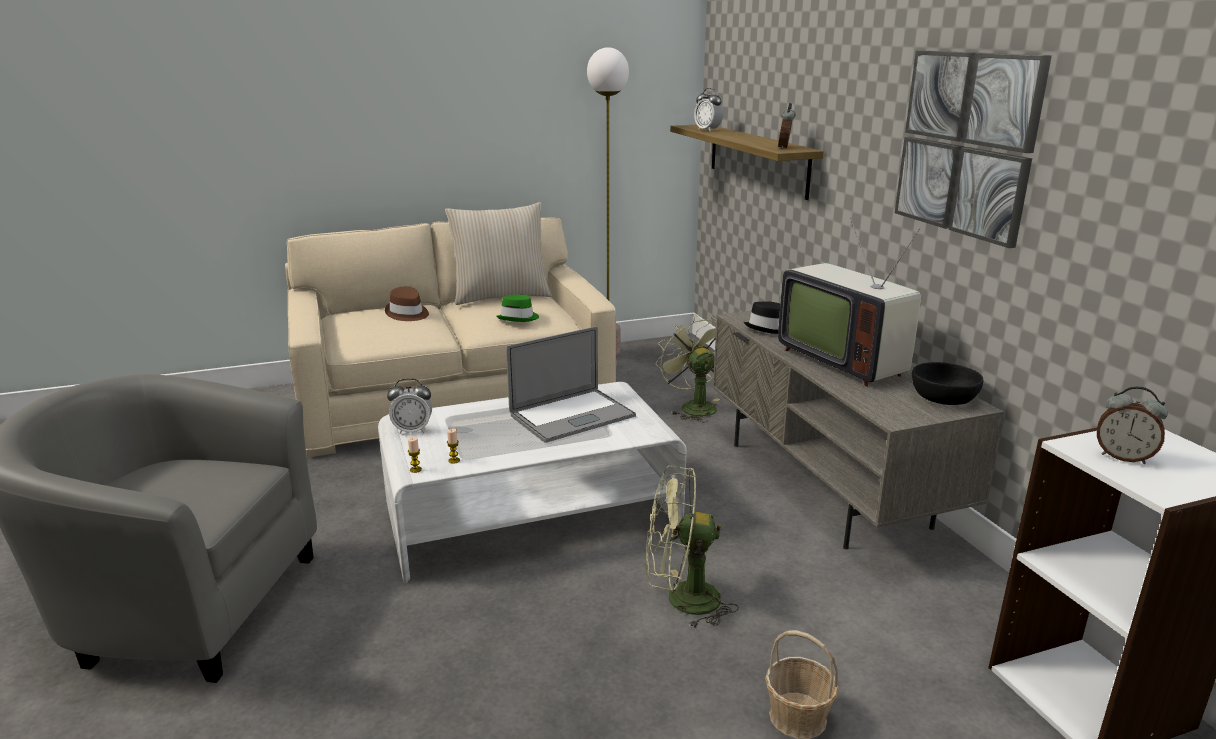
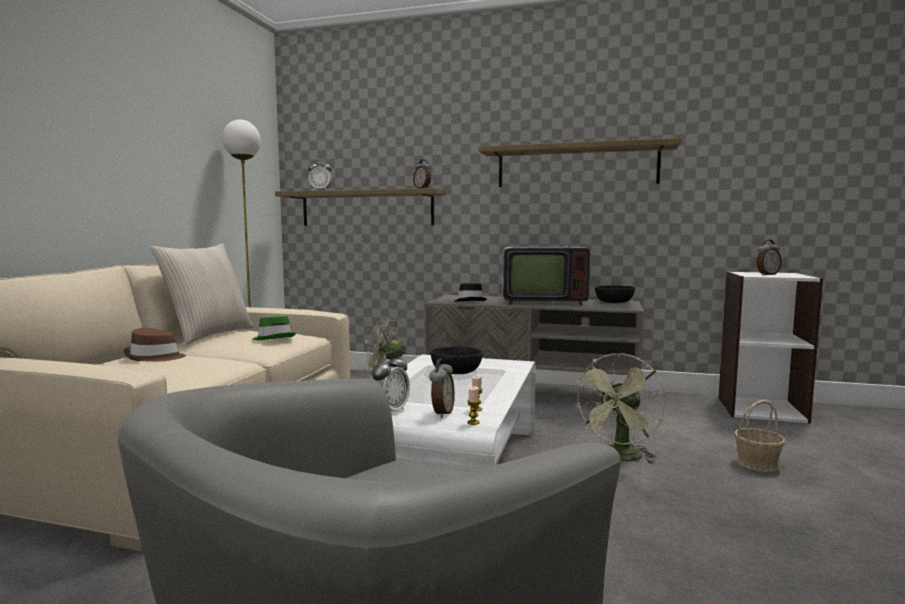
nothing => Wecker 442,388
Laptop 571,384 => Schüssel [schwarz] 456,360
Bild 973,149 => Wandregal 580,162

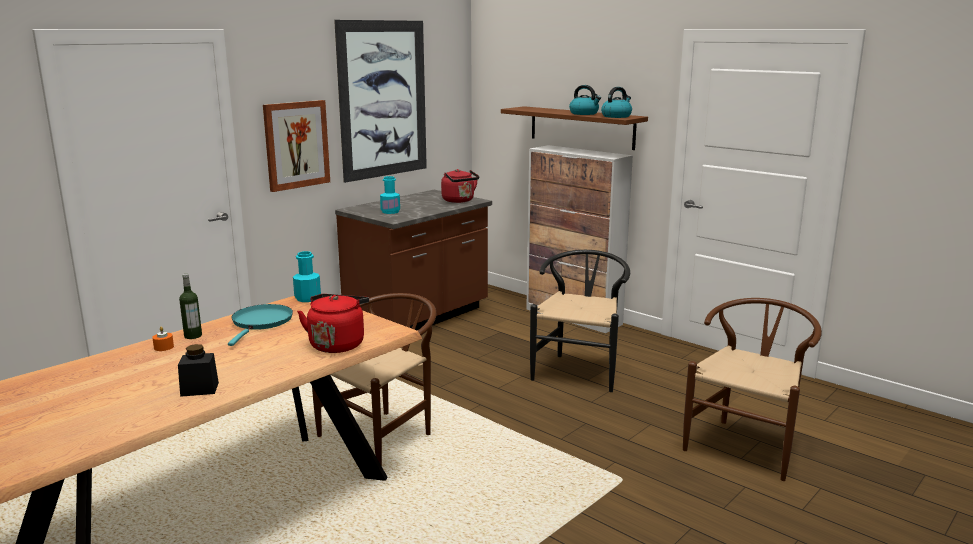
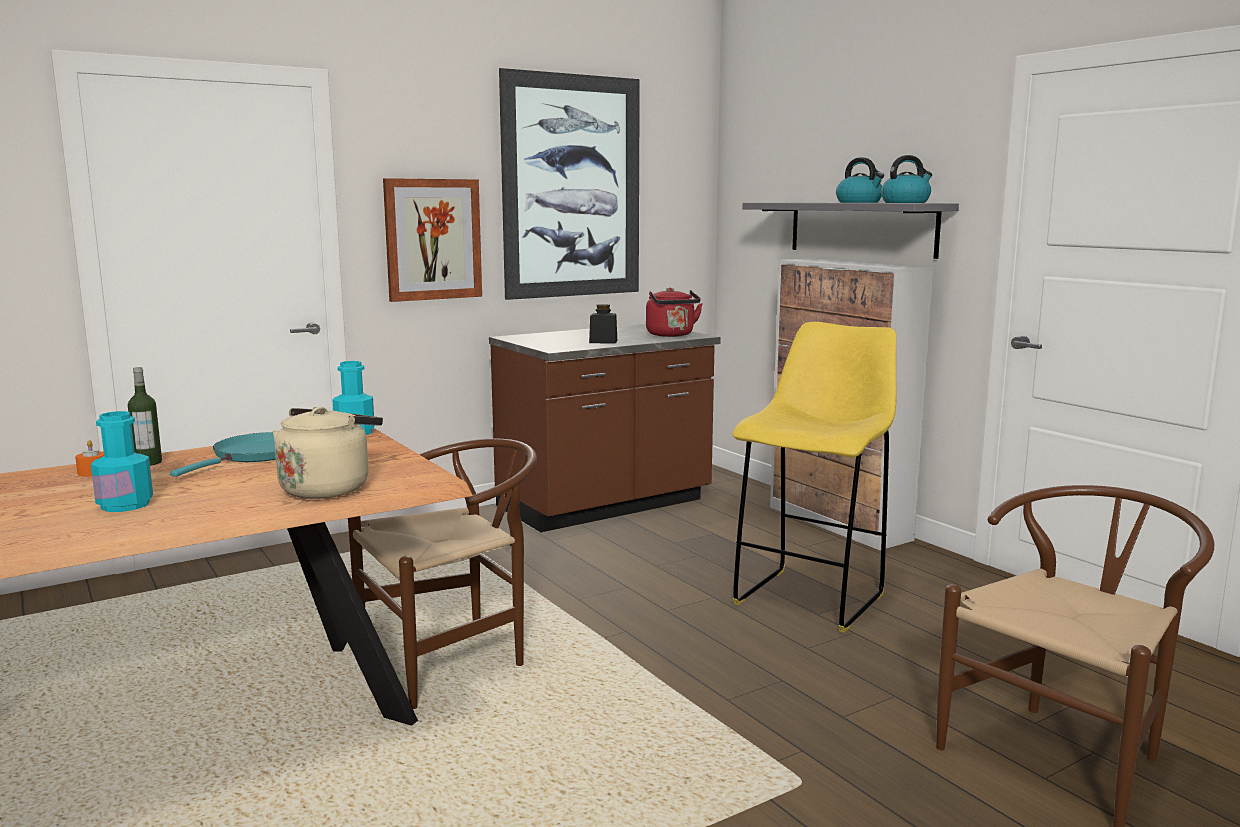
Vorratsglas [schwarz] 198,370 => Vorratsglas [schwarz] 603,324, shifted
Flasche [türkis] 390,195 => Flasche [türkis] 122,461, shifted
Stuhl [schwarz] 580,321 => Hocker [gelb] 814,477
Wasserkessel [rot] 333,323 => Wasserkessel [beige] 327,453
Wandregal [braun] 574,128 => Wandregal [grau] 850,231

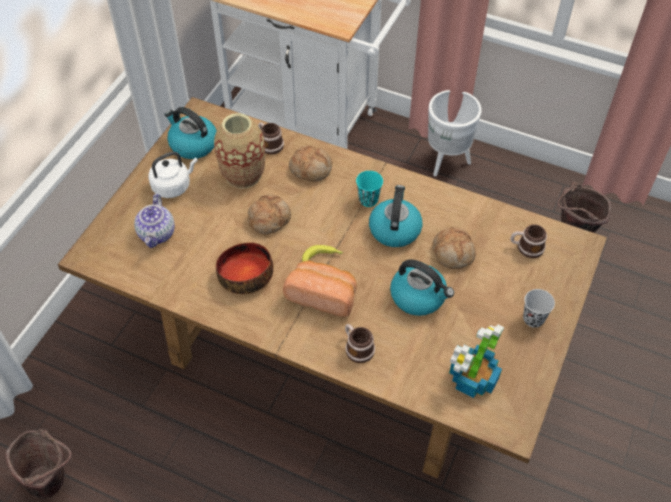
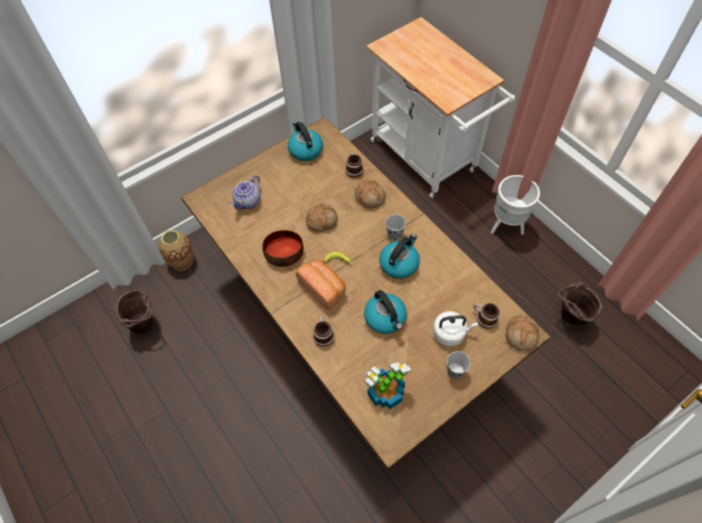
Wasserkessel [weiß] 173,175 => Wasserkessel [weiß] 455,328, shifted
Vase 239,150 => Vase 176,250, shifted
Brot 454,248 => Brot 522,333, shifted
Tasse [türkis] 369,189 => Tasse [schwarz] 396,227

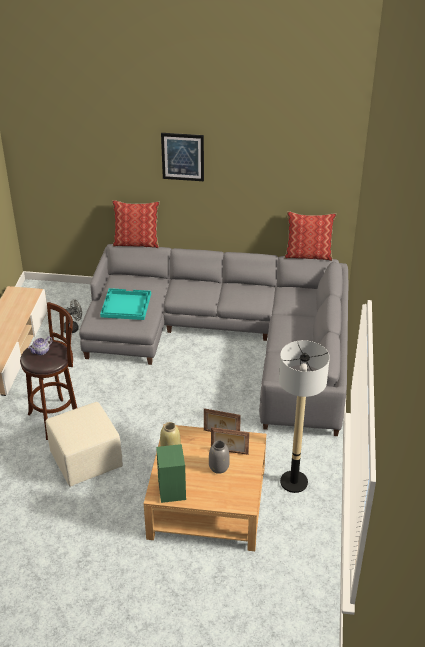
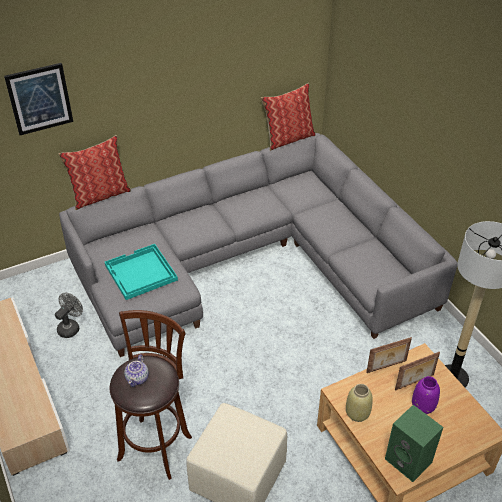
Bild 182,157 => Bild 38,99, shifted
Vase [grau] 219,457 => Vase [lila] 426,395

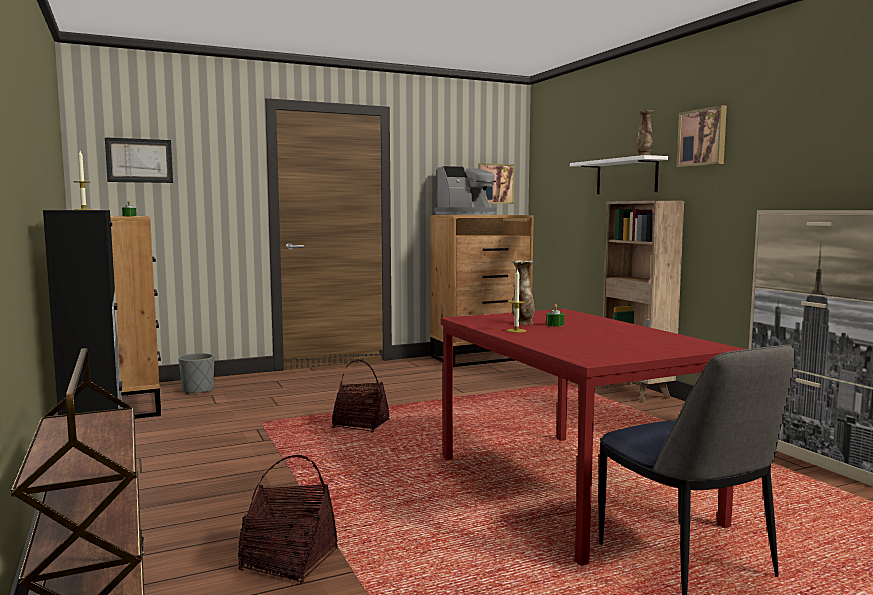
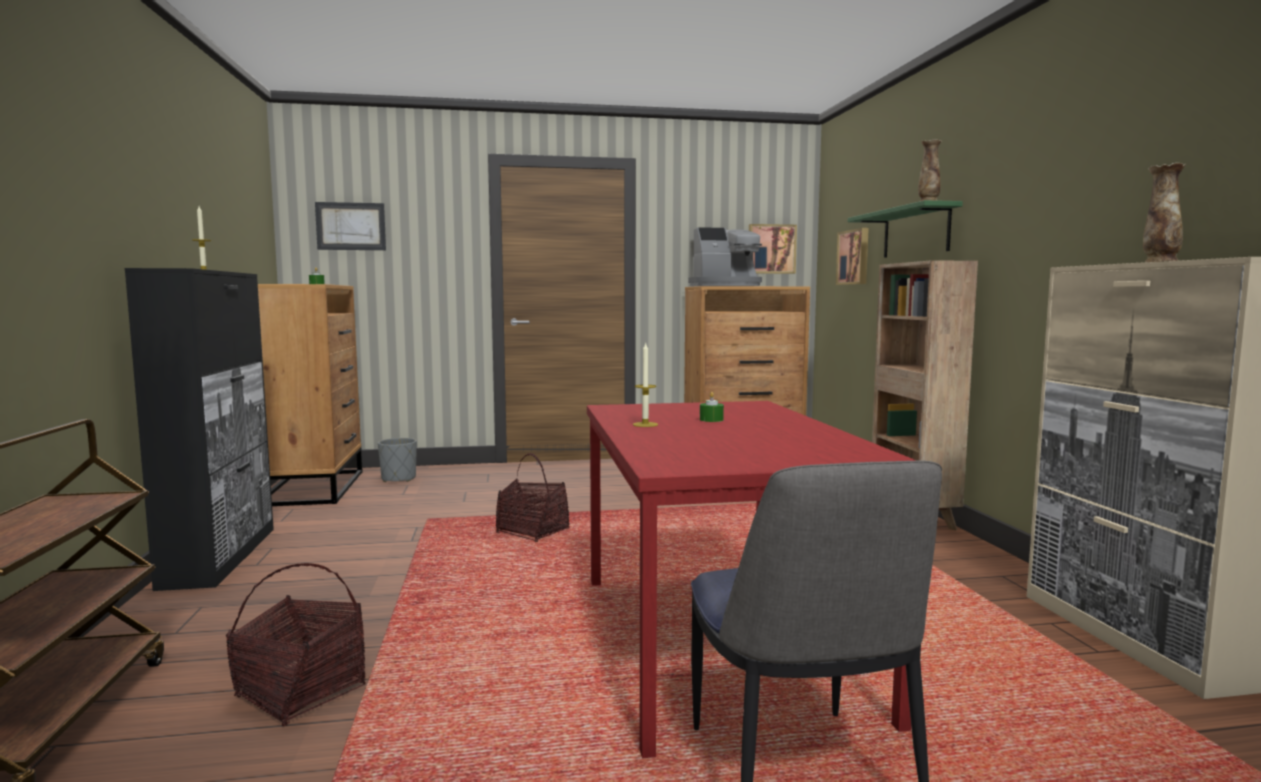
Vase 523,292 => Vase 1164,212, shifted
Bild 702,136 => Bild 852,256, shifted
Wandregal [weiß] 619,174 => Wandregal [grün] 905,229

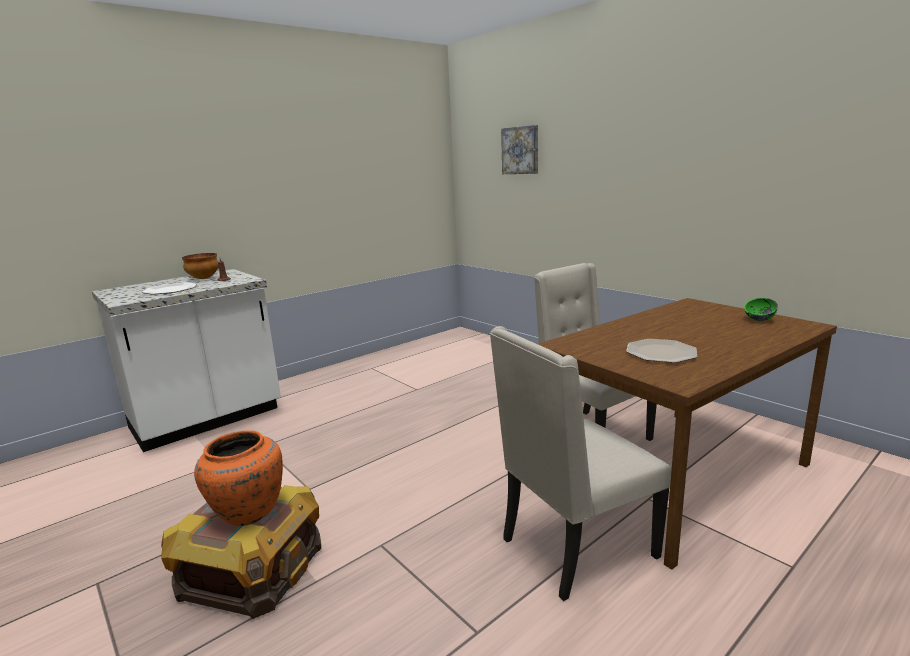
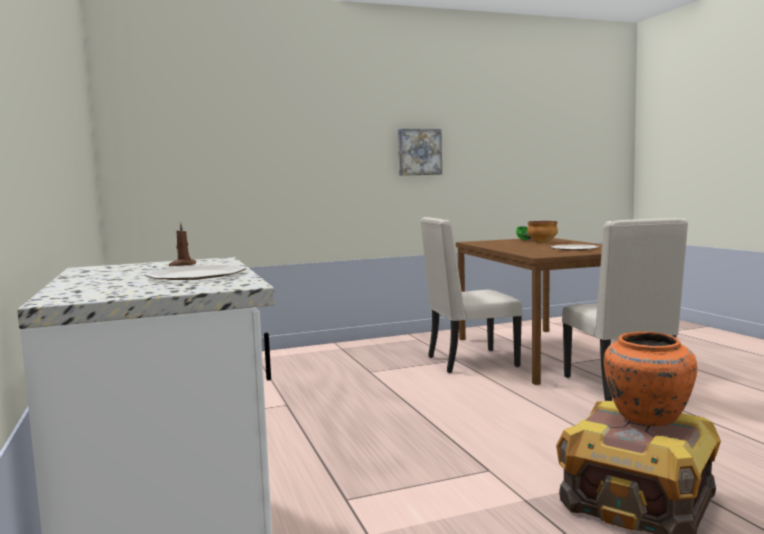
Schüssel 200,266 => Schüssel 542,232, shifted
Bild 519,149 => Bild 420,152, shifted

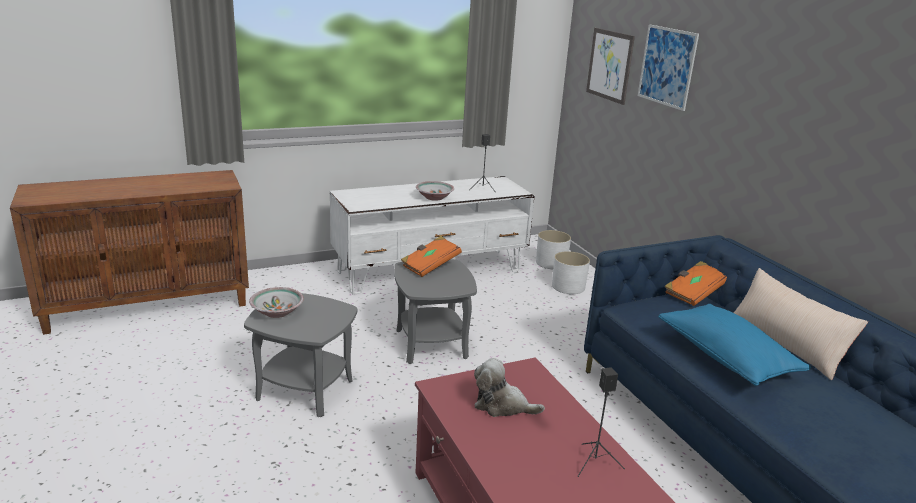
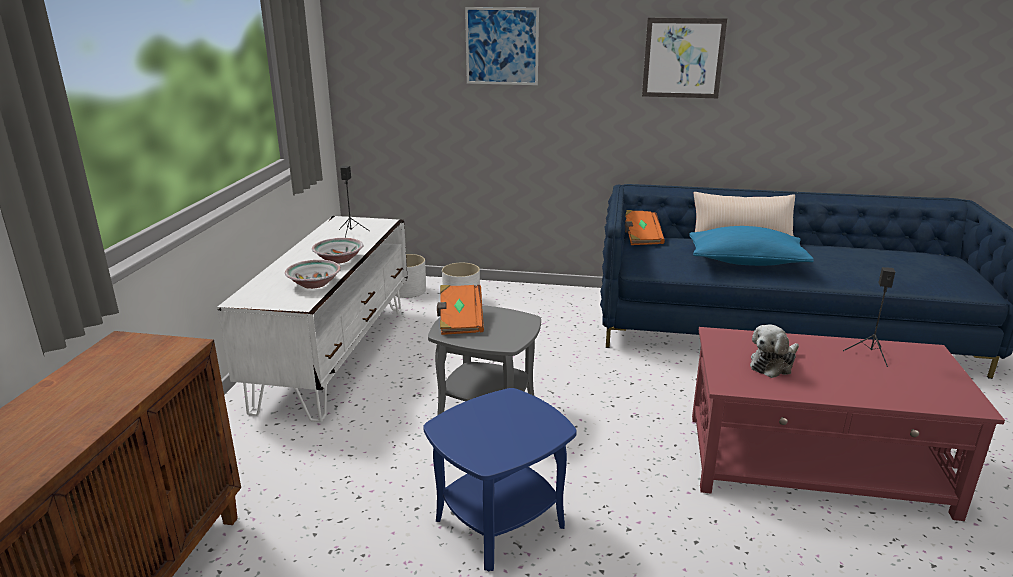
Schüssel 276,302 => Schüssel 313,274, shifted
Bild 610,66 => Bild 684,58, shifted
Beistelltisch [grau] 300,355 => Beistelltisch [blau] 500,479

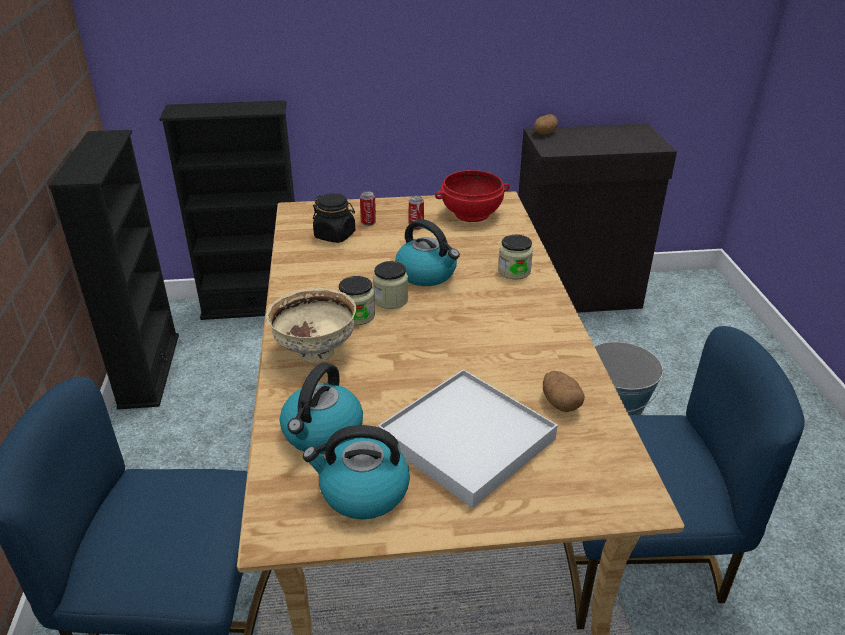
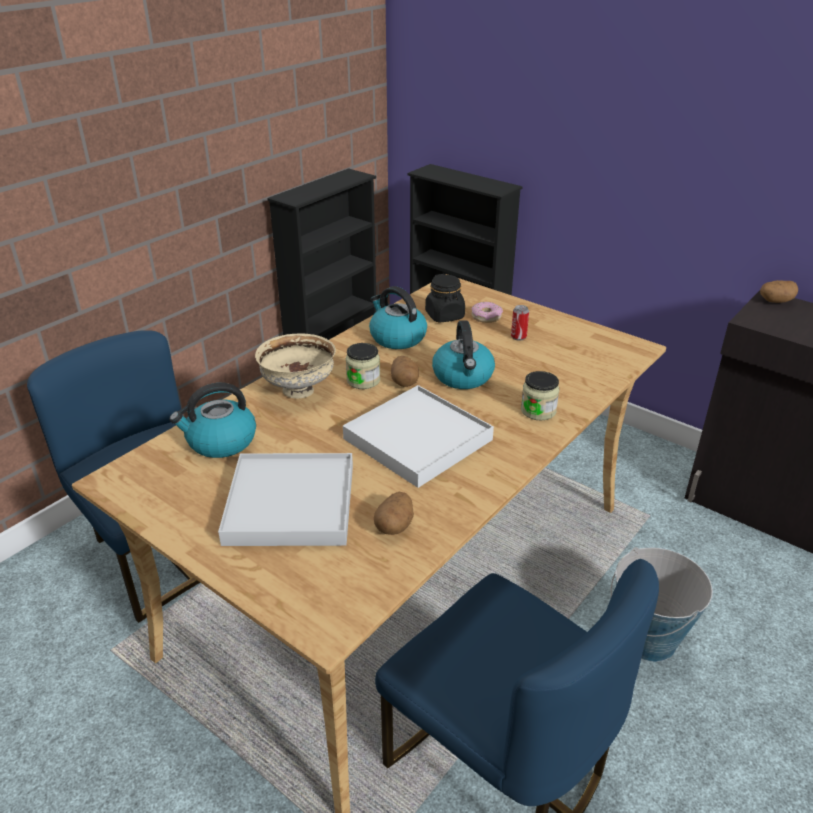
Schüssel [rot] 472,196 => nothing
nothing => Tablett [weiß] 418,436
Wasserkessel 356,472 => Wasserkessel 398,317, shifted
Dose 368,209 => Donut 487,312
Vorratsglas 390,285 => Kartoffel 405,371

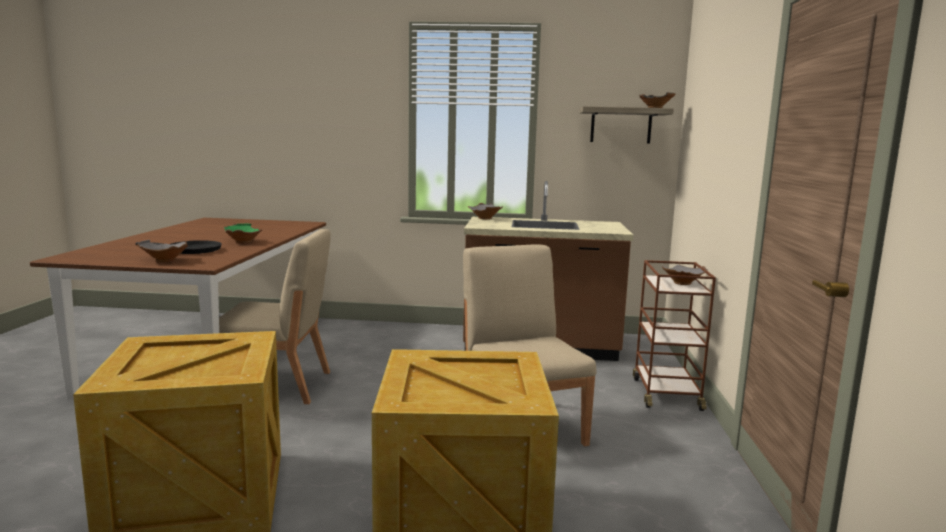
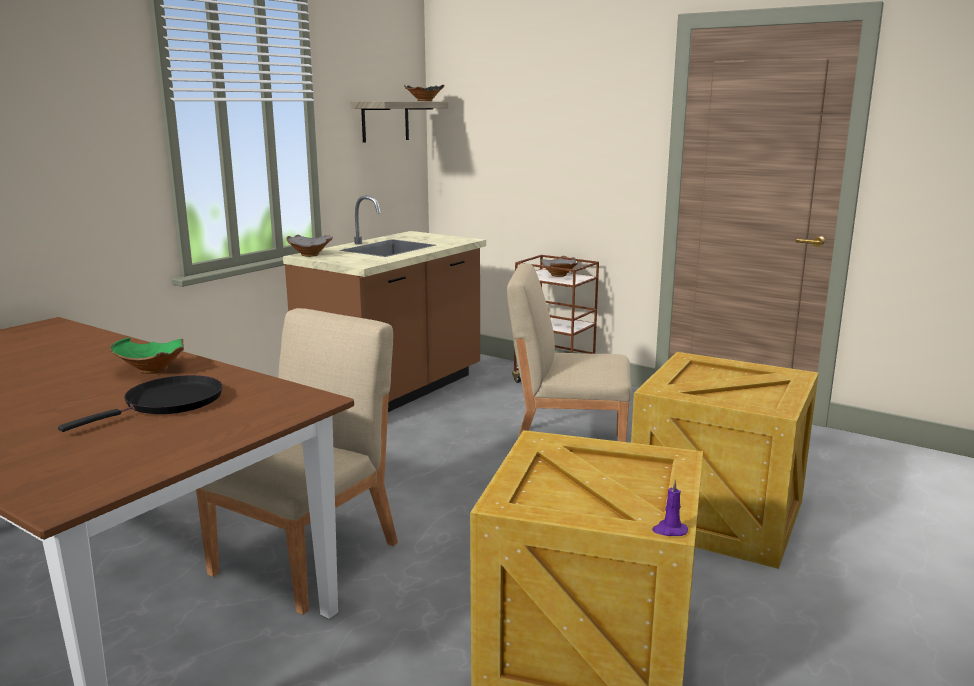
Schüssel [grau] 162,251 => nothing
nothing => Kerze [lila] 670,508

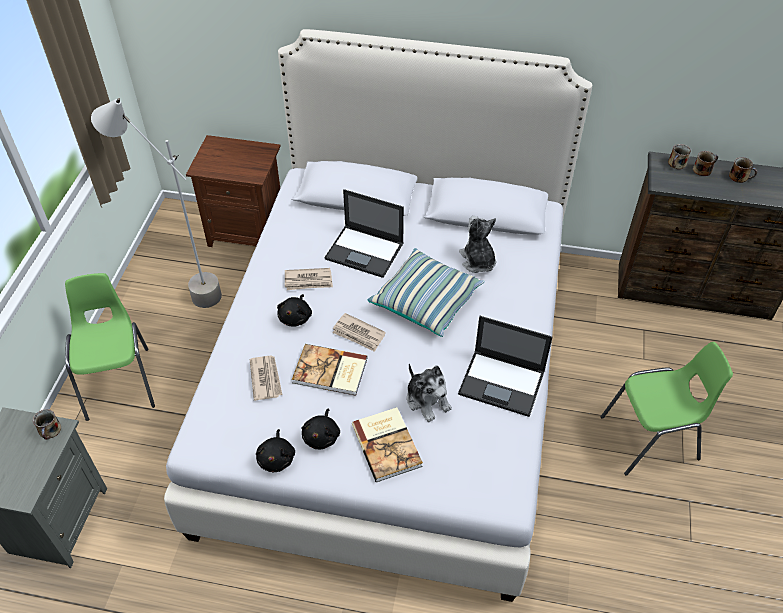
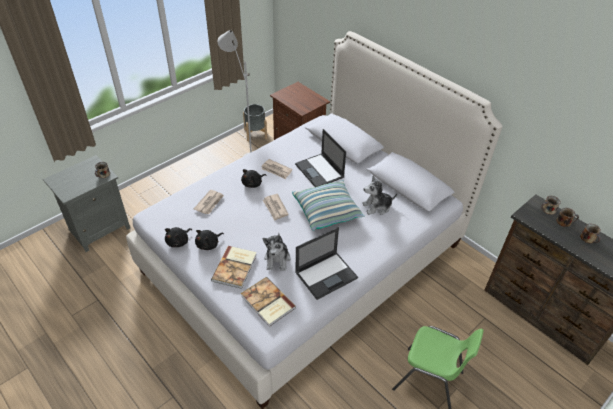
Stuhl [grün] 110,347 => nothing
nothing => Pflanzkübel [grau] 255,122
Buch 329,370 => Buch 268,302, shifted
Laptop 505,366 => Laptop 326,263, 90 degrees counterclockwise
Plüschtier 477,244 => Plüschtier 380,195, 120 degrees counterclockwise

